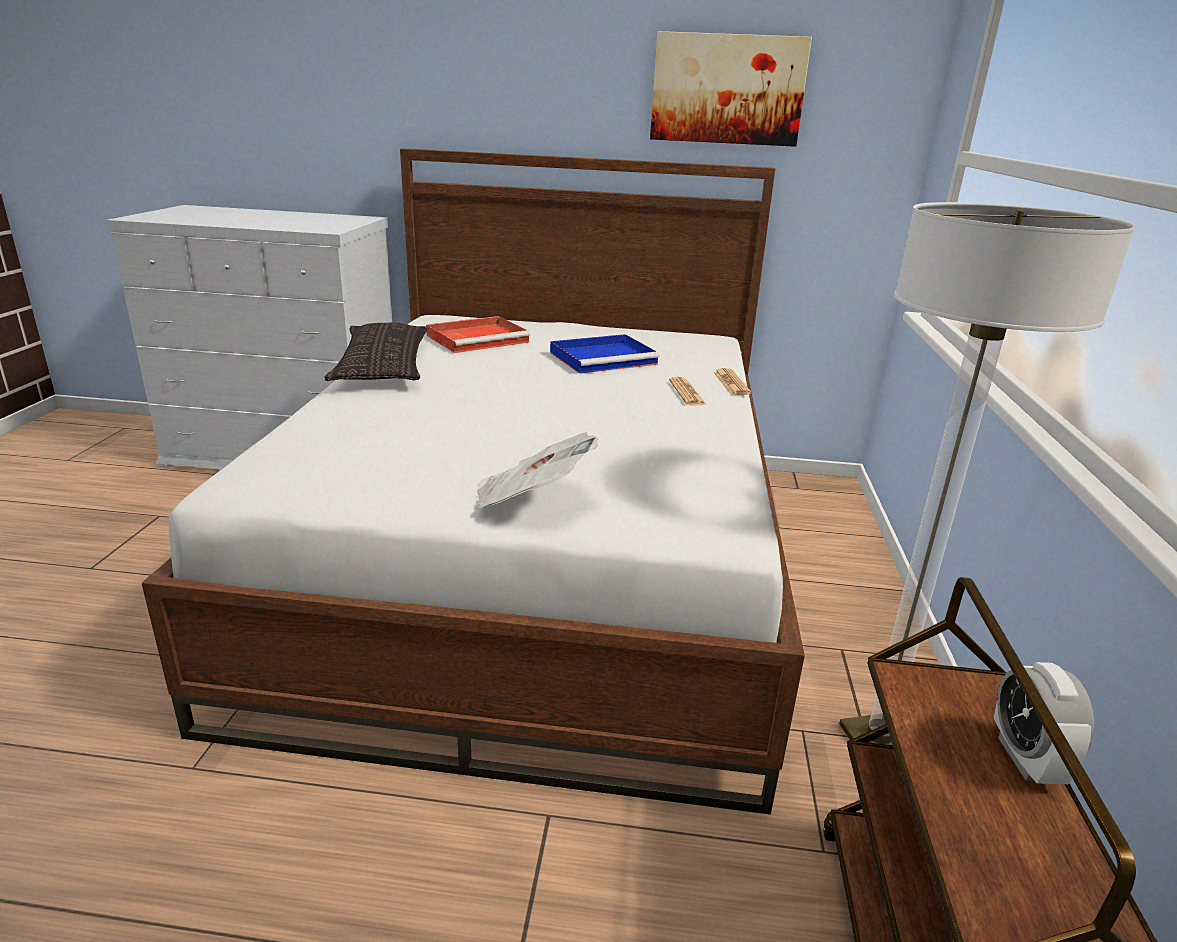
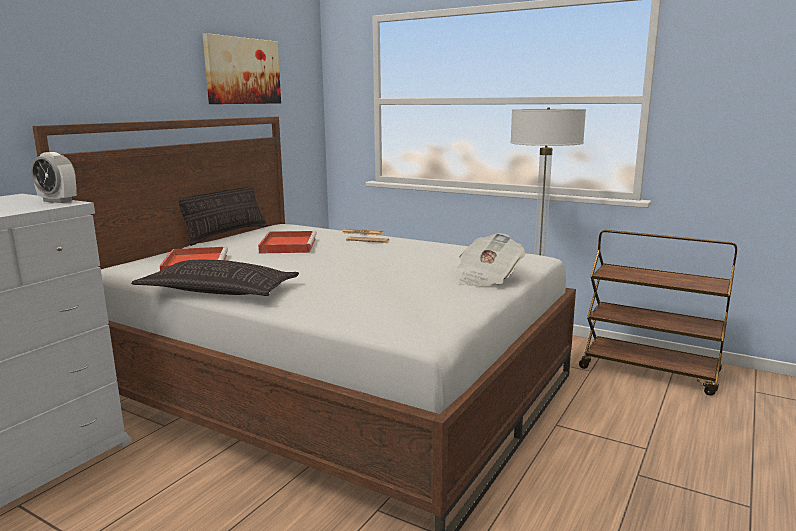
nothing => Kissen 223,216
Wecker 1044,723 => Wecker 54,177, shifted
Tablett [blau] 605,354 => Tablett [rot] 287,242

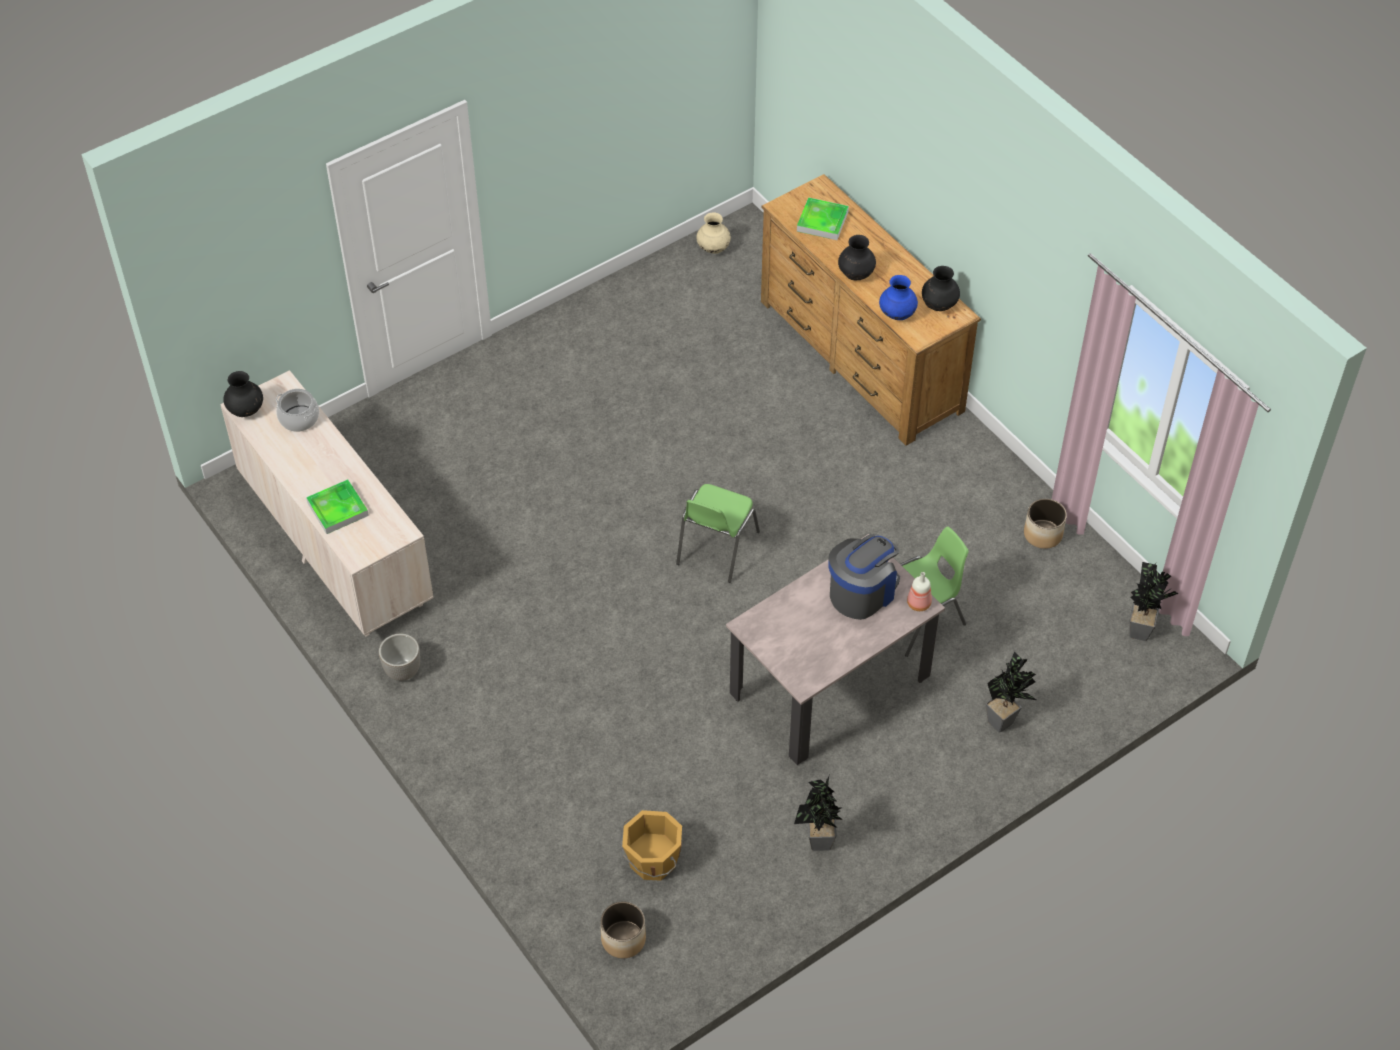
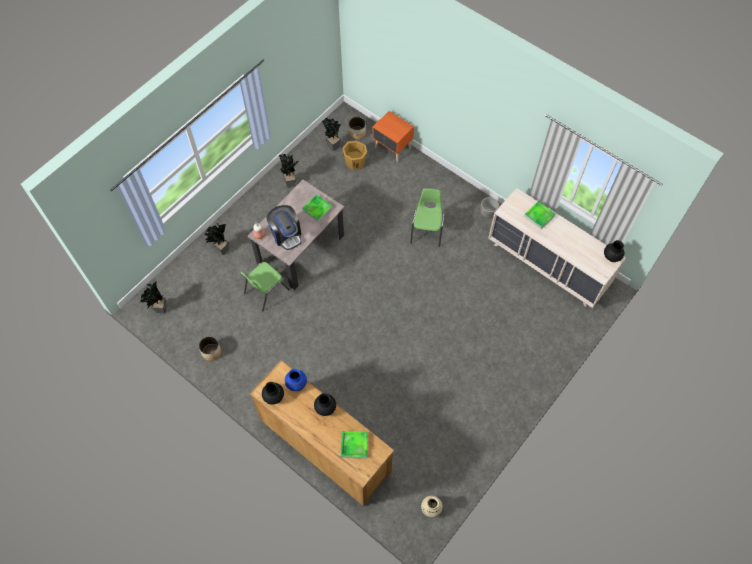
Kochtopf 297,410 => nothing
nothing => Tablett 317,208
nothing => Topfpflanze 331,134
nothing => Nachttisch [orange] 393,136
Stuhl [grün] 718,533 => Stuhl [grün] 427,217, shifted
Kaffeemaschine 864,577 => Kaffeemaschine 284,227, 60 degrees counterclockwise

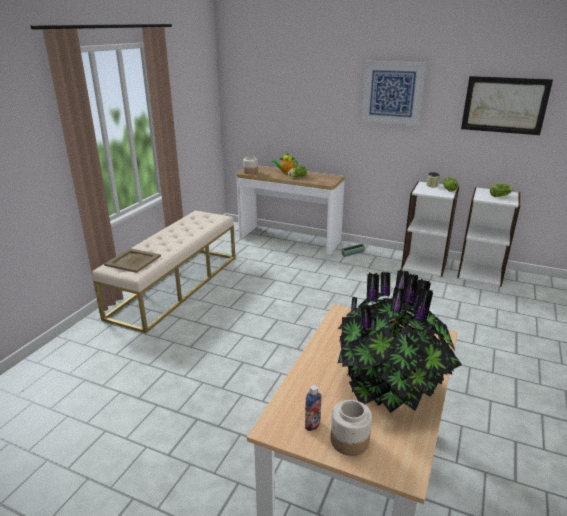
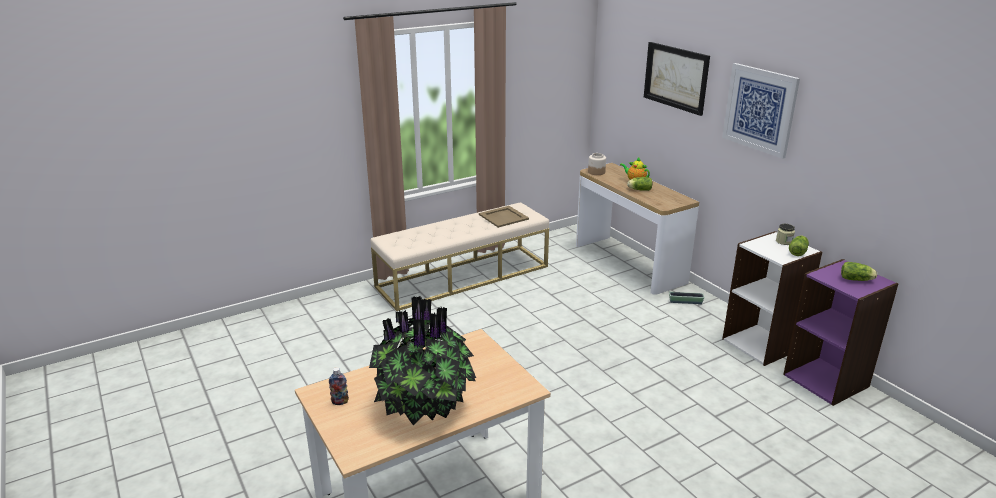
Vorratsglas 351,428 => nothing
Tablett [beige] 132,260 => Tablett [beige] 504,217, shifted
Bild 507,105 => Bild 677,79, shifted
Bücherregal [weiß] 488,237 => Bücherregal [lila] 841,332

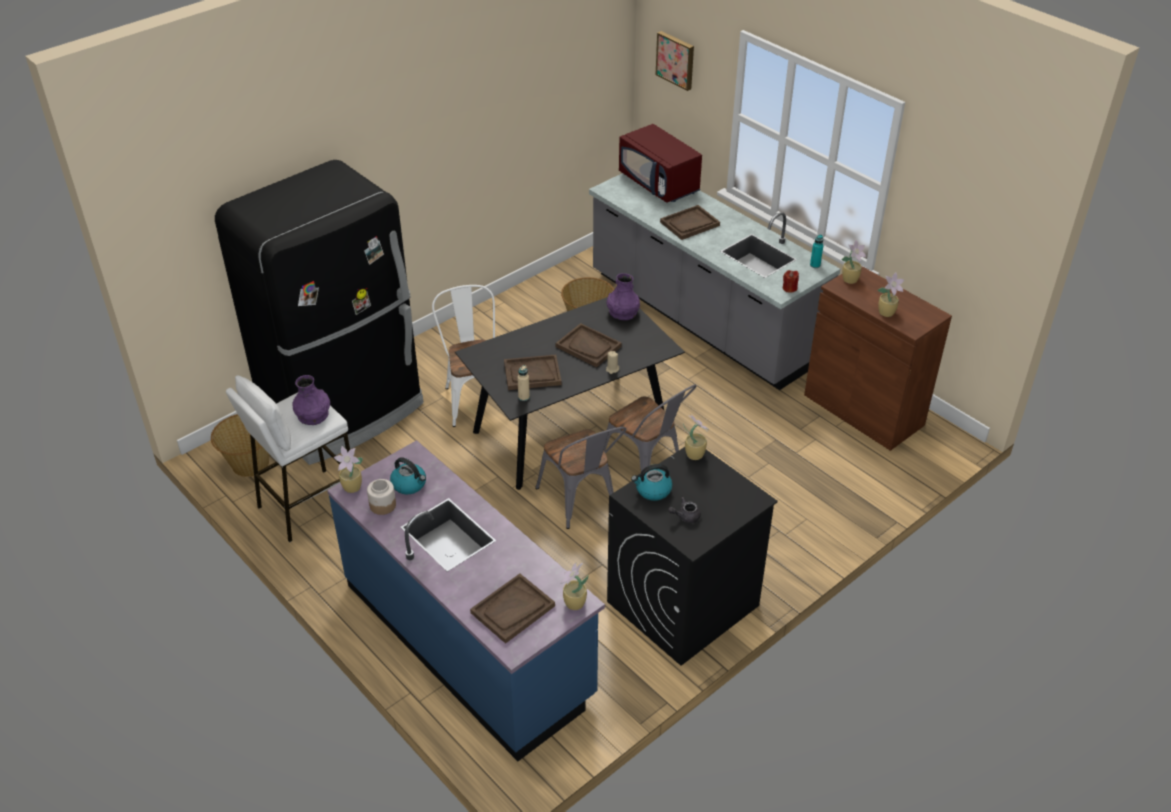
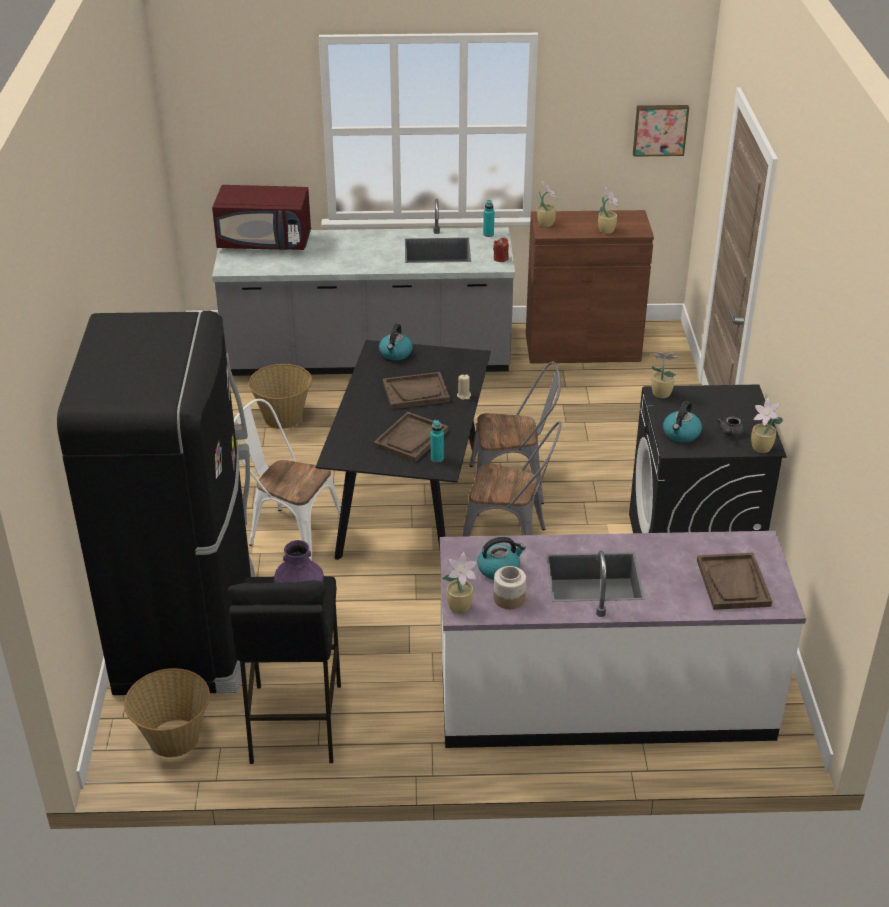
Tablett [braun] 690,222 => nothing
Topfpflanze 574,586 => Topfpflanze 767,425, shifted
Bild 675,61 => Bild 661,131, shifted
Vase [lila] 623,296 => Wasserkessel 396,342
Hocker [weiß] 288,459 => Hocker [schwarz] 284,670
Küchenzeile [blau] 466,600 => Küchenzeile [weiß] 623,639
Flasche [beige] 523,383 => Flasche [türkis] 437,441

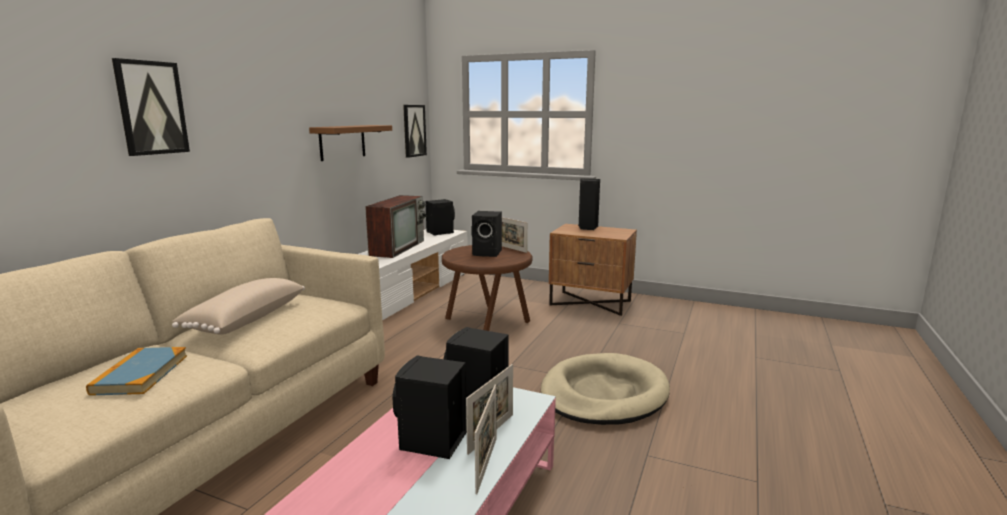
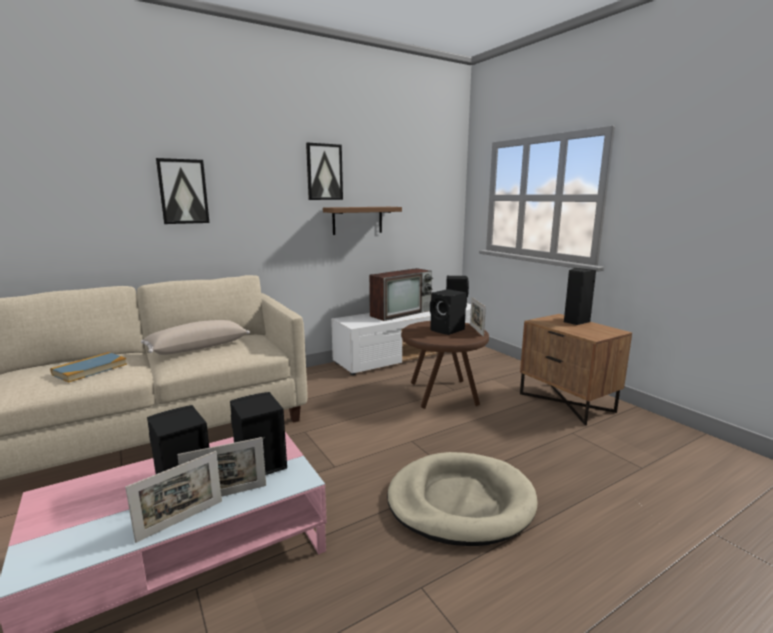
Bild 415,131 => Bild 324,171, shifted

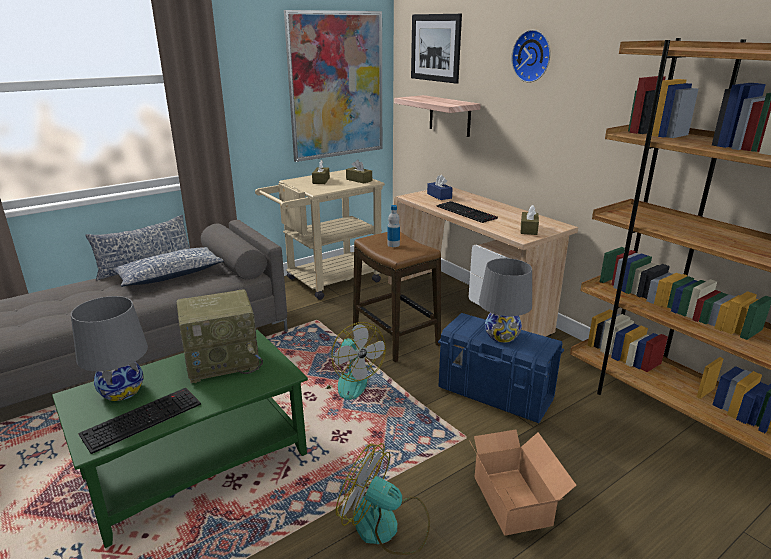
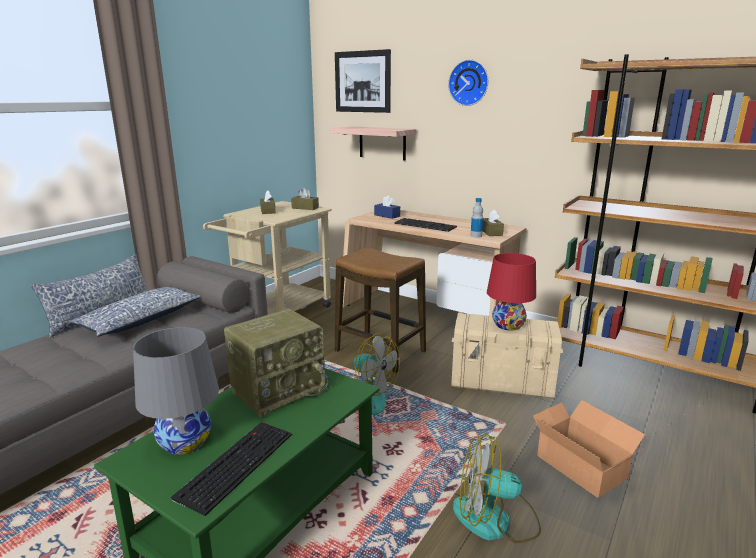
Bild 333,86 => nothing
Flasche 394,226 => Flasche 476,218, shifted
Aufbewahrungsbox [blau] 501,368 => Aufbewahrungsbox [beige] 507,356
Tischlampe [grau] 505,300 => Tischlampe [rot] 511,291

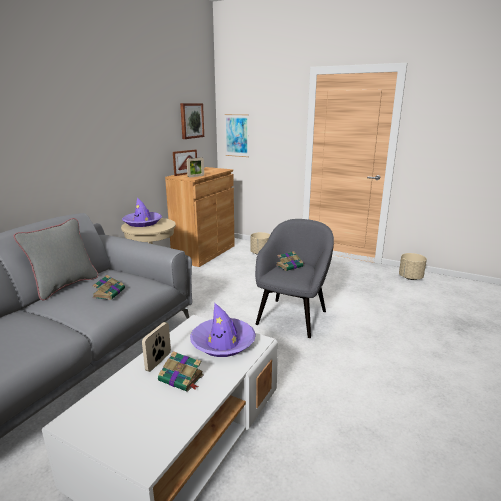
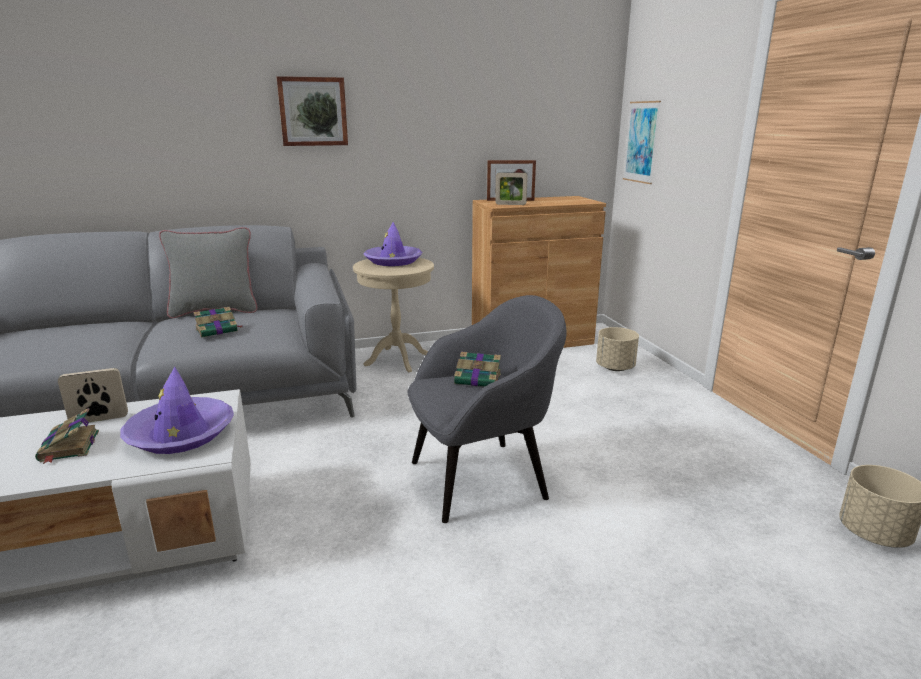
Bild 192,121 => Bild 312,111, shifted

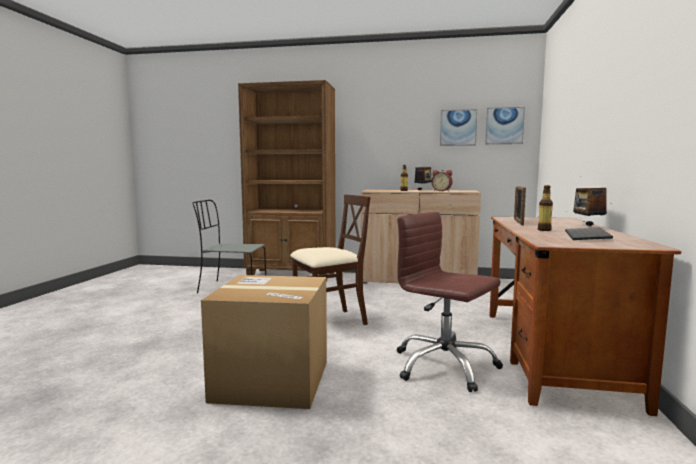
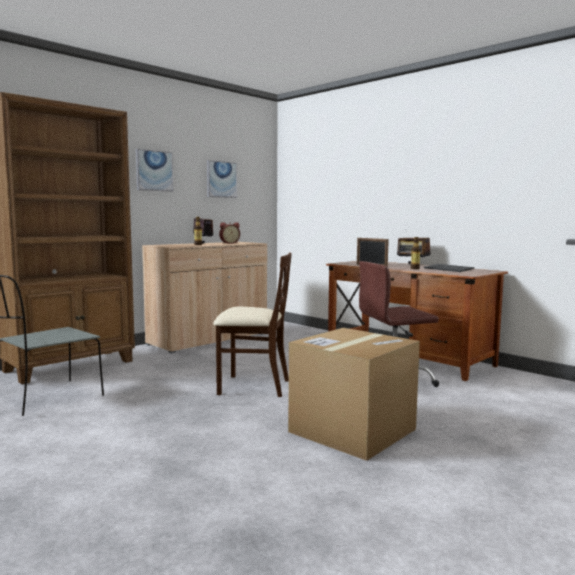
Bild 505,125 => Bild 154,170, shifted
Stuhl [beige] 330,259 => Stuhl [beige] 252,325, 90 degrees clockwise

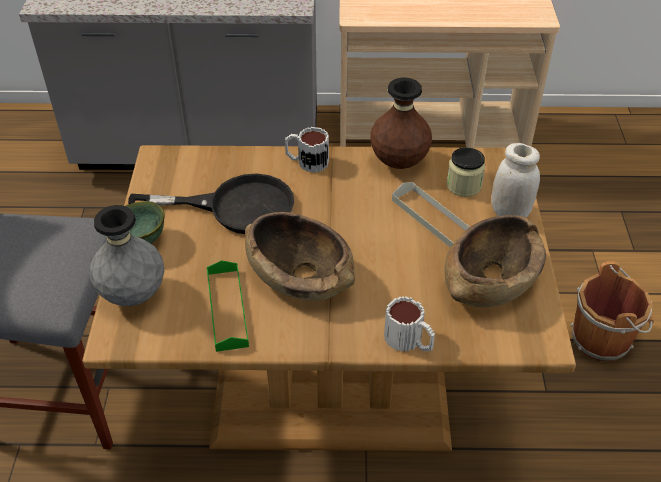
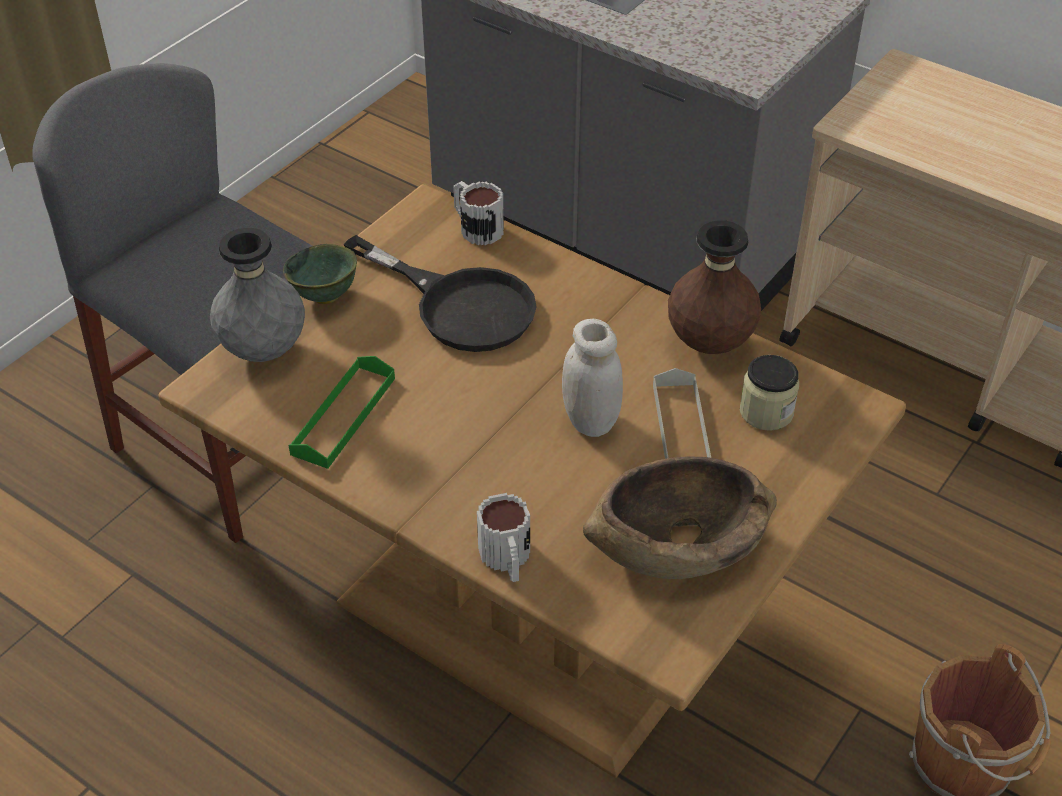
Schüssel [braun] 300,256 => nothing
Henkelbecher 307,150 => Henkelbecher 478,213, shifted
Vorratsglas [weiß] 515,180 => Vorratsglas [weiß] 592,378, shifted

